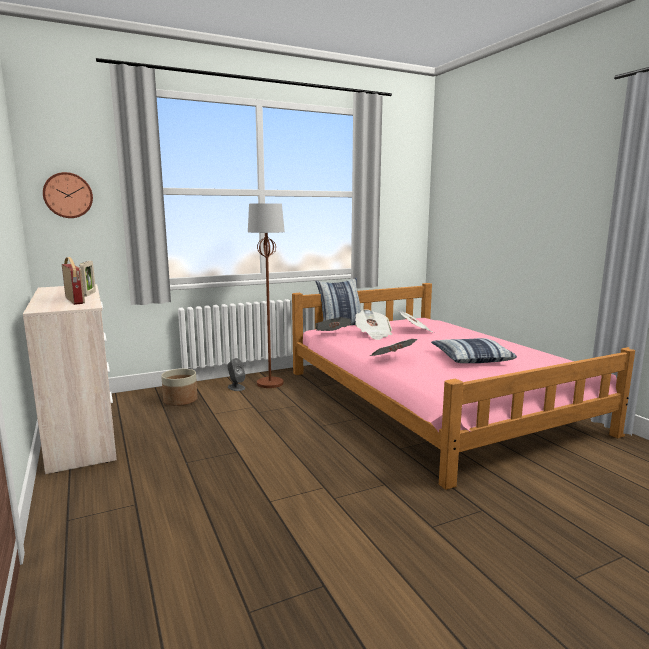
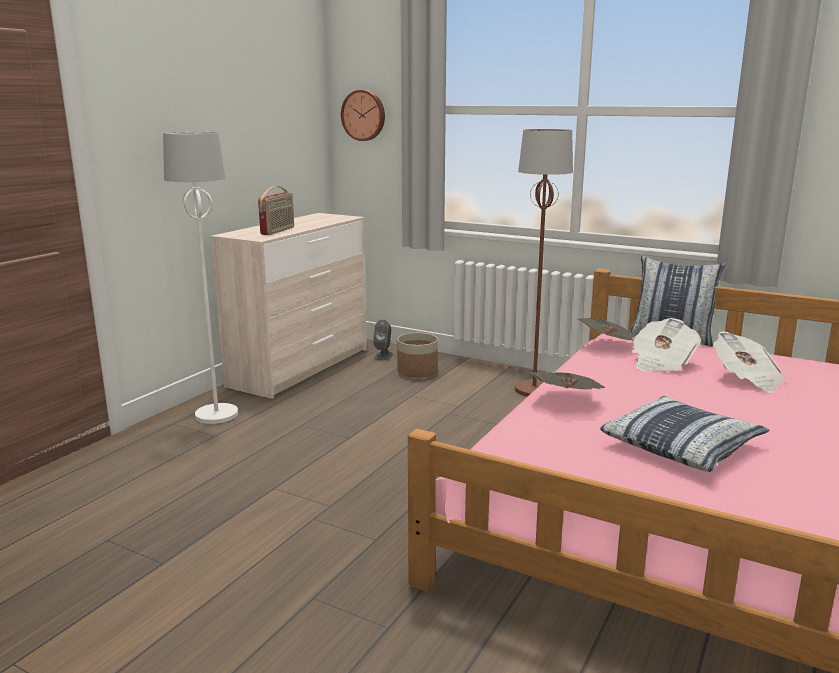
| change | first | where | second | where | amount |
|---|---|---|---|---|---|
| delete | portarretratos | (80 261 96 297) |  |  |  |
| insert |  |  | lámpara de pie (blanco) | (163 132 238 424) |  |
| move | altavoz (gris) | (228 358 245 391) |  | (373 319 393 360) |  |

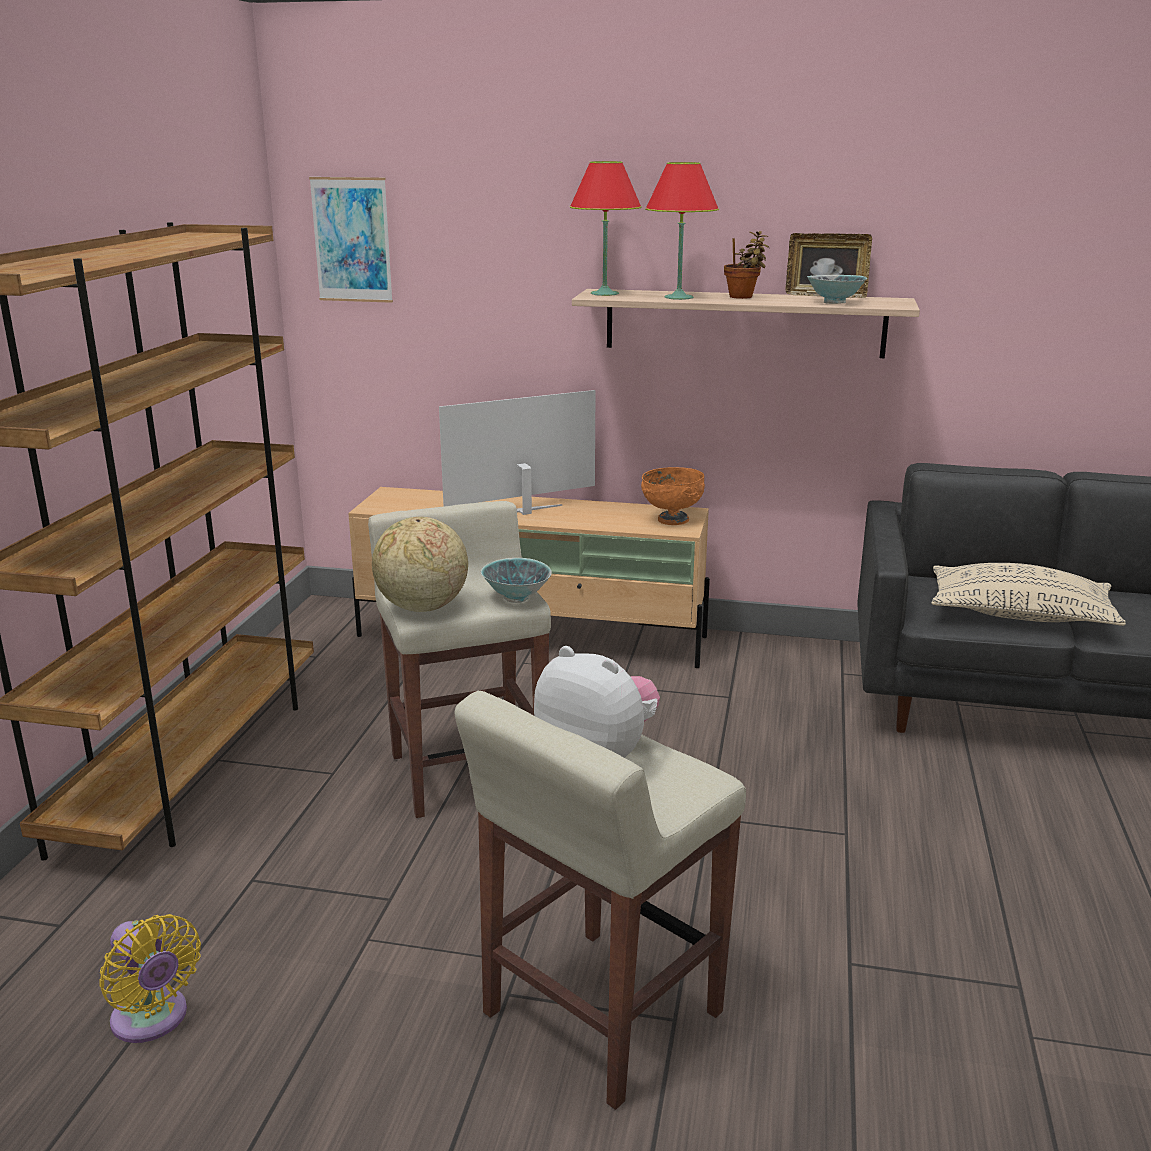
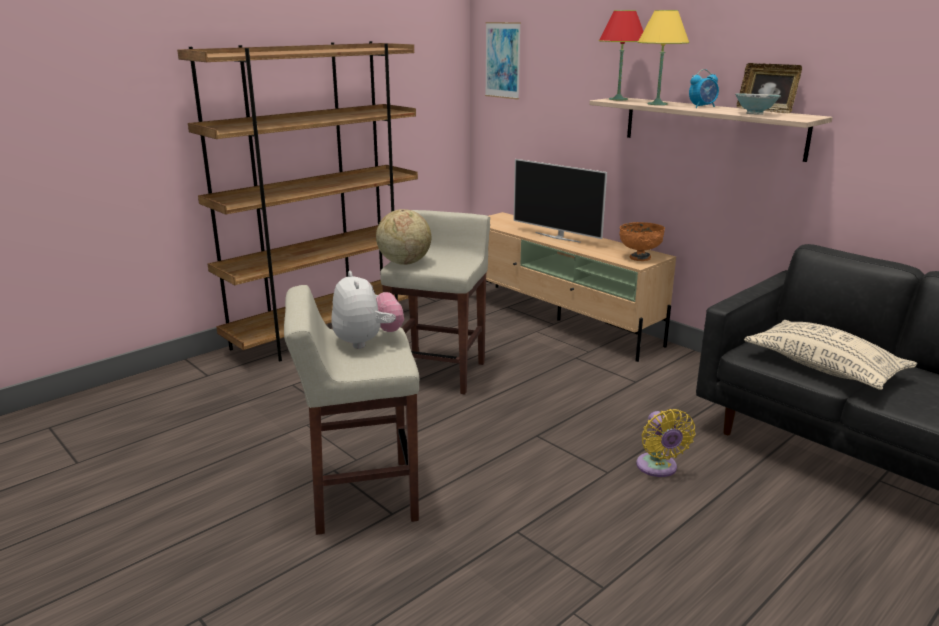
| change | first | where | second | where | amount |
|---|---|---|---|---|---|
| delete | cuenco | (481 558 552 603) |  |  |  |
| move | ventilador (amarillo) | (99 914 201 1043) |  | (636 409 696 477) |  |
| replace | planta en maceta | (724 231 770 299) | despertador | (689 69 719 108) |  |
| recolor | lámpara de mesa (rojo) | (645 162 719 300) | lámpara de mesa (amarillo) | (638 10 690 105) |  |
| rotate | televisor | (439 390 596 515) |  | (514 159 607 243) | 150 degrees counterclockwise |

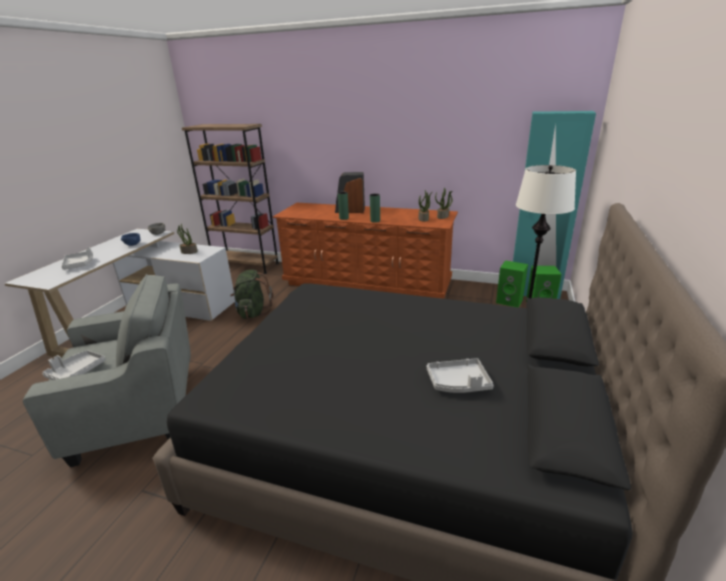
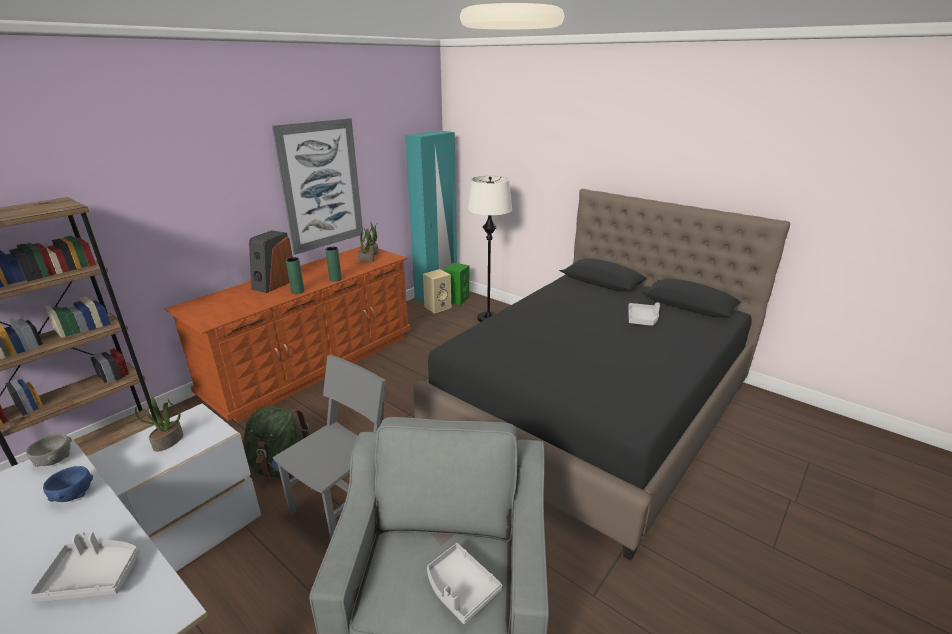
| change | first | where | second | where | amount |
|---|---|---|---|---|---|
| insert |  |  | cuadro | (272 118 363 255) |  |
| insert |  |  | silla (gris) | (273 354 386 540) |  |
| recolor | altavoz (verde) | (496 260 528 307) | altavoz (beis) | (423 269 451 313) |  |

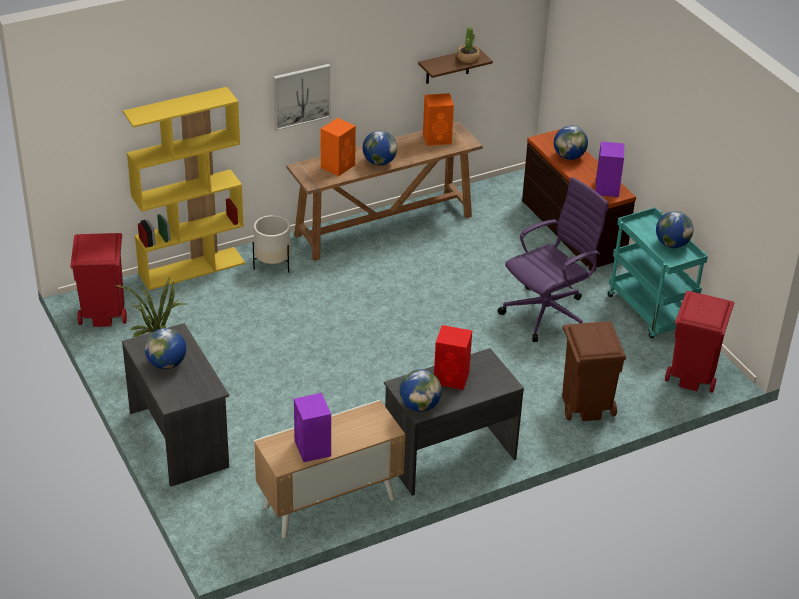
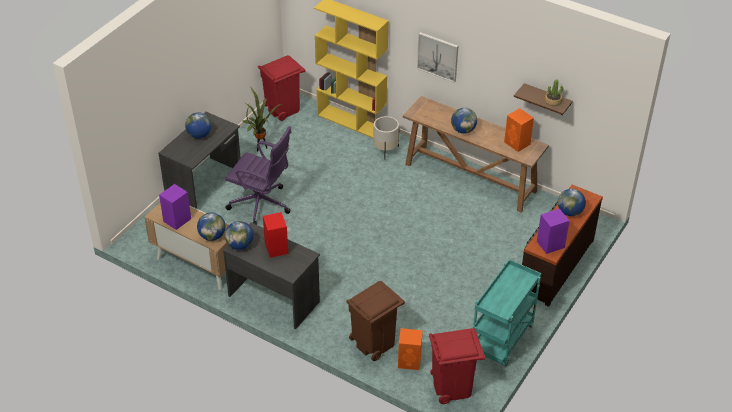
| change | first | where | second | where | amount |
|---|---|---|---|---|---|
| move | altavoz (naranja) | (321 118 356 176) |  | (398 328 423 370) |  |
| move | silla de oficina (morado) | (498 177 608 342) |  | (225 126 291 225) |  |
| move | globo terráqueo | (656 211 693 248) |  | (197 212 226 241) |  |

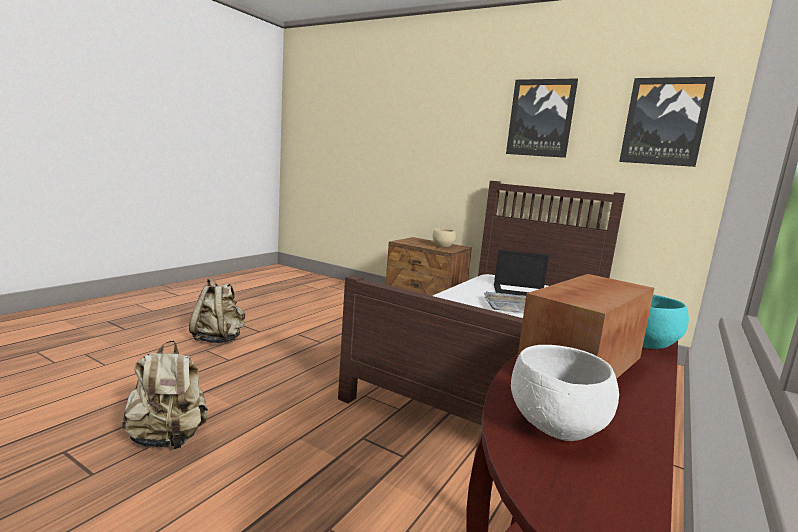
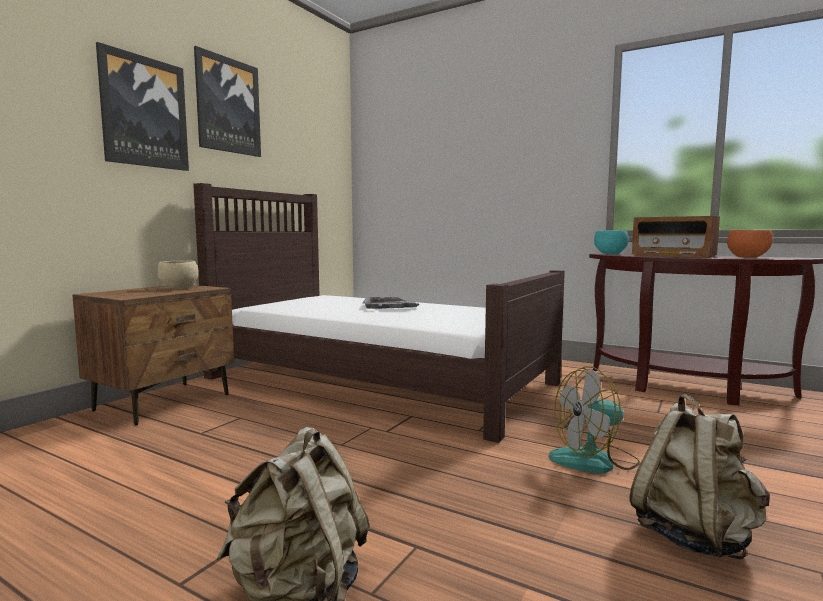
| change | first | where | second | where | amount |
|---|---|---|---|---|---|
| delete | portátil | (494 250 549 296) |  |  |  |
| insert |  |  | ventilador | (549 366 640 474) |  |
| move | cuadro | (619 77 715 167) |  | (96 42 189 171) |  |
| recolor | cuenco (blanco) | (511 345 619 441) | cuenco (naranja) | (727 230 773 258) |  |

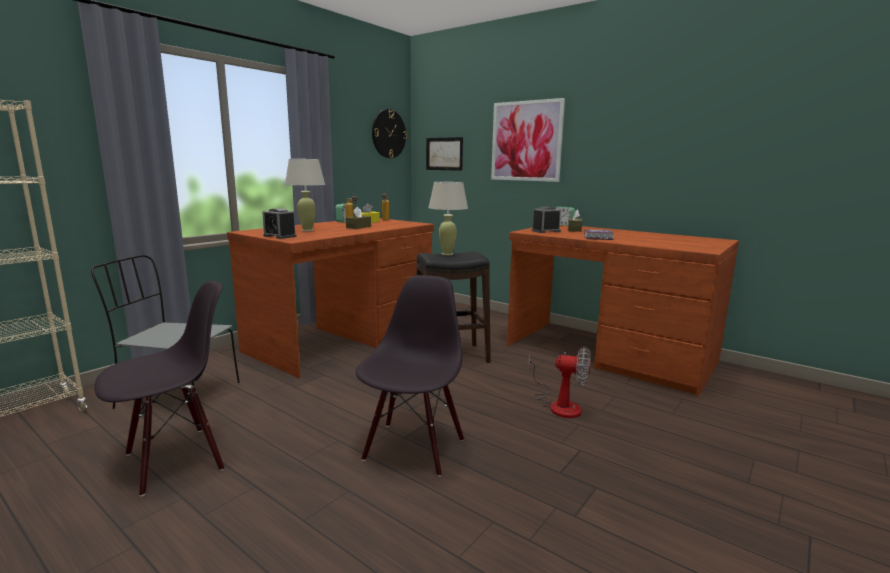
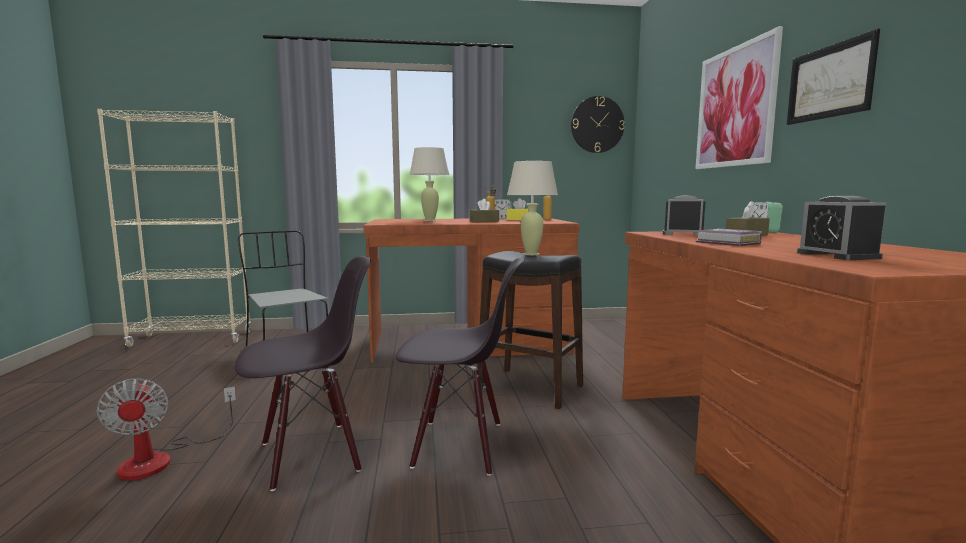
| change | first | where | second | where | amount |
|---|---|---|---|---|---|
| move | silla (negro) | (94 280 225 497) |  | (395 258 525 476) |  |
| move | despertador | (262 208 297 239) |  | (797 196 886 260) |  |
| move | cuadro | (426 137 463 171) |  | (787 29 880 125) |  |
| move | ventilador | (528 346 591 418) |  | (96 378 236 480) |  |

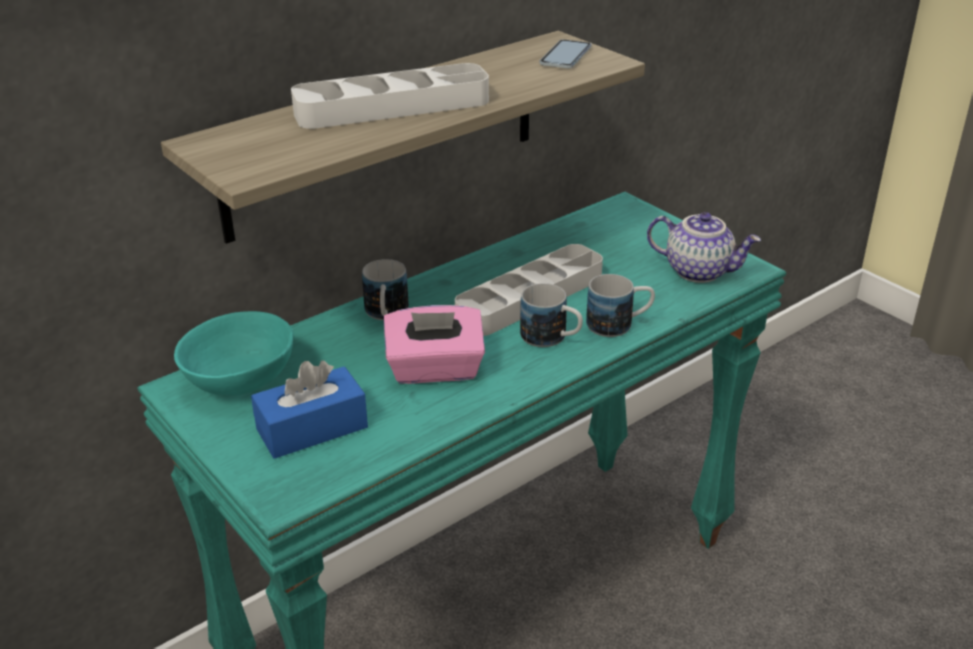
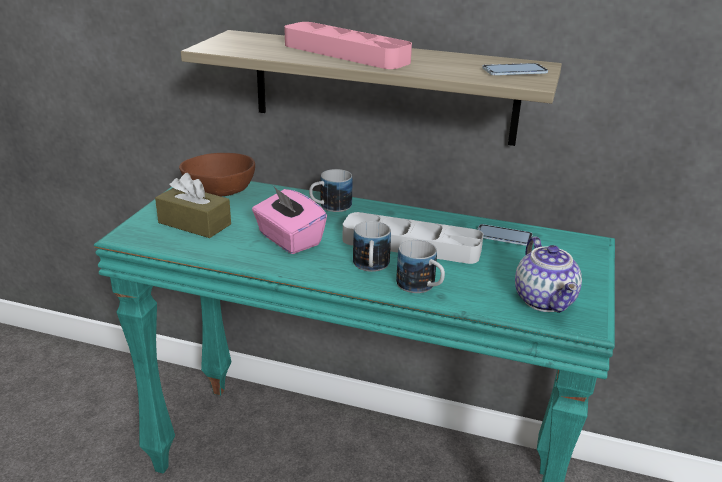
| change | first | where | second | where | amount |
|---|---|---|---|---|---|
| insert |  |  | móvil | (477 224 533 246) |  |
| recolor | cuenco (turquesa) | (174 311 294 396) | cuenco (marrón) | (179 153 255 197) |  |
| recolor | caja de pañuelos (azul) | (251 360 368 459) | caja de pañuelos (marrón) | (155 173 231 238) |  |
| recolor | bandeja (blanco) | (291 63 489 129) | bandeja (rosa) | (284 22 412 69) |  |

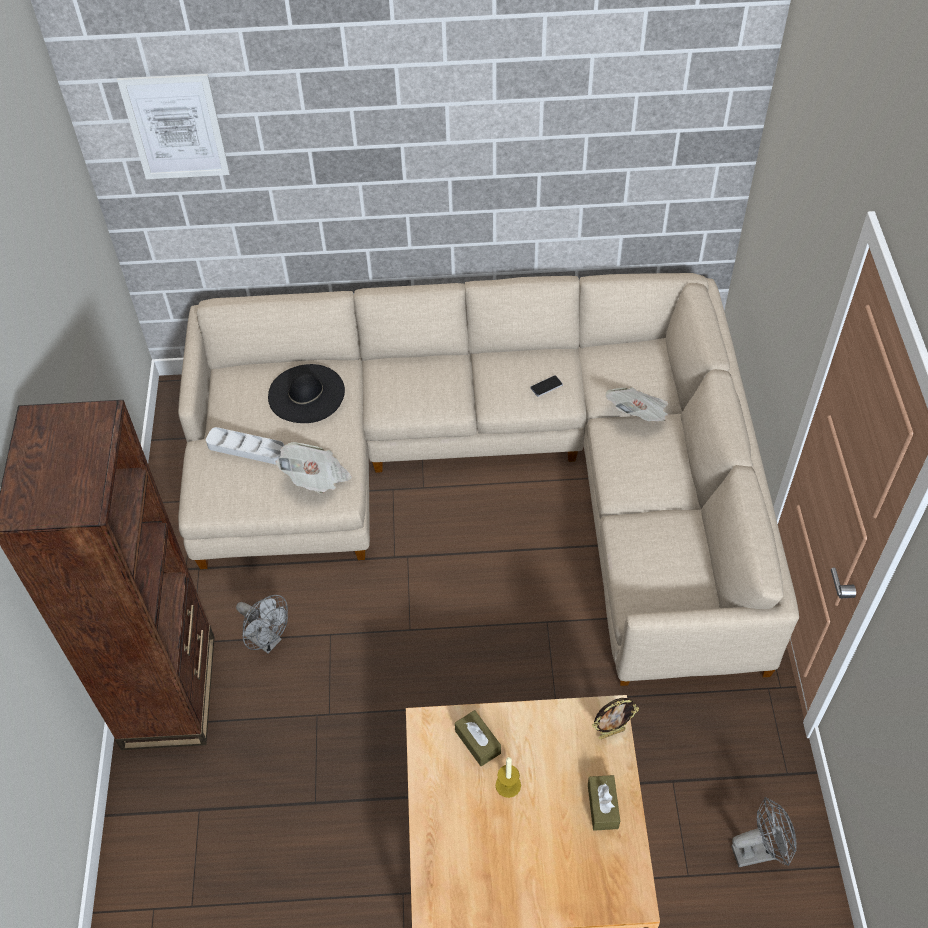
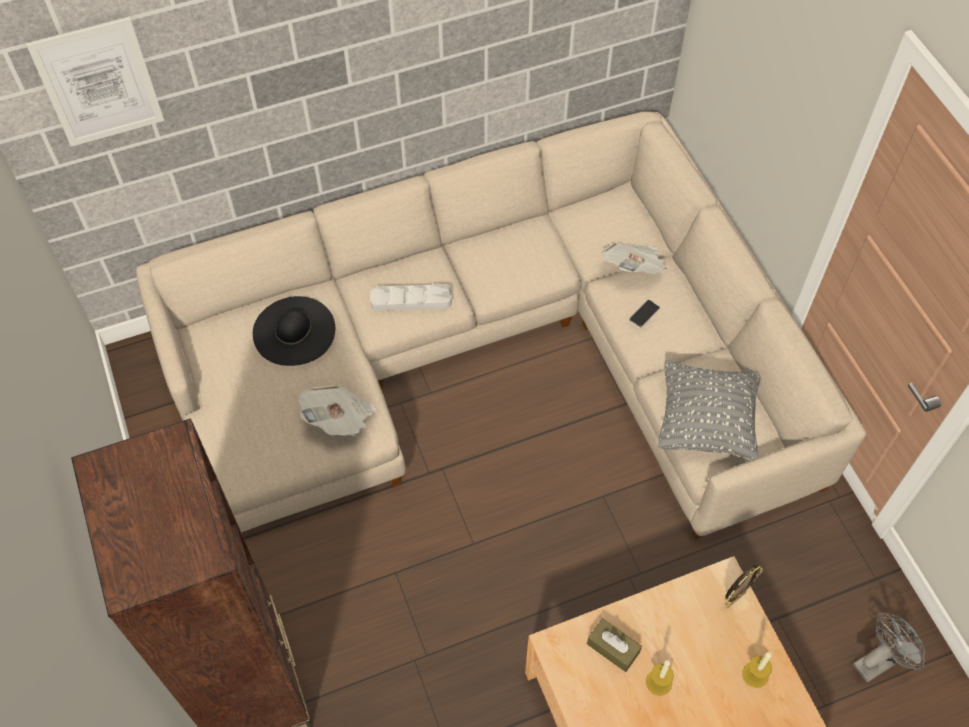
| change | first | where | second | where | amount |
|---|---|---|---|---|---|
| delete | ventilador (gris) | (236 595 288 653) |  |  |  |
| insert |  |  | cojín (gris) | (658 361 761 460) |  |
| move | bandeja (gris) | (206 427 284 464) |  | (370 284 452 311) |  |
| move | móvil | (530 375 563 397) |  | (629 300 660 328) |  |
| replace | caja de pañuelos (marrón) | (588 775 620 831) | vela | (742 652 772 688) |  |

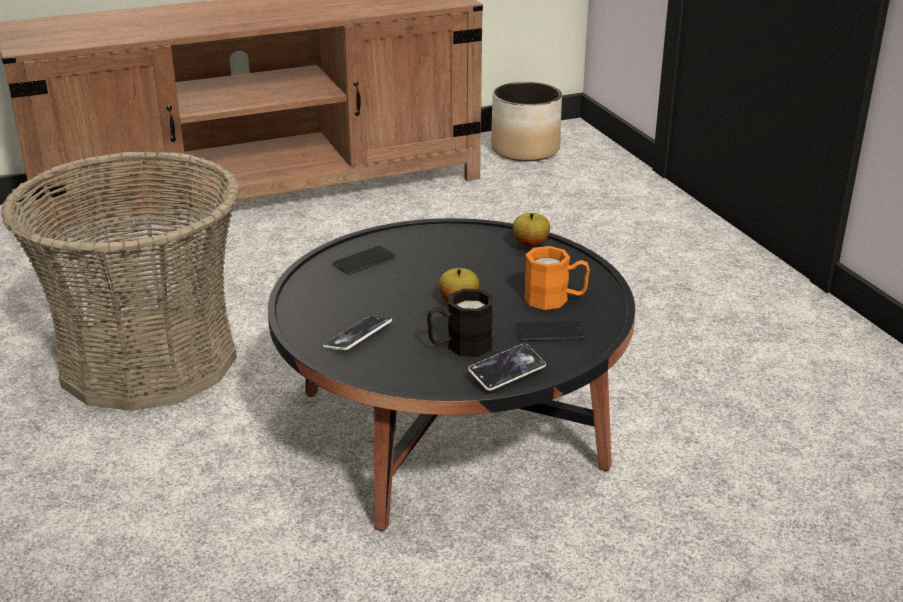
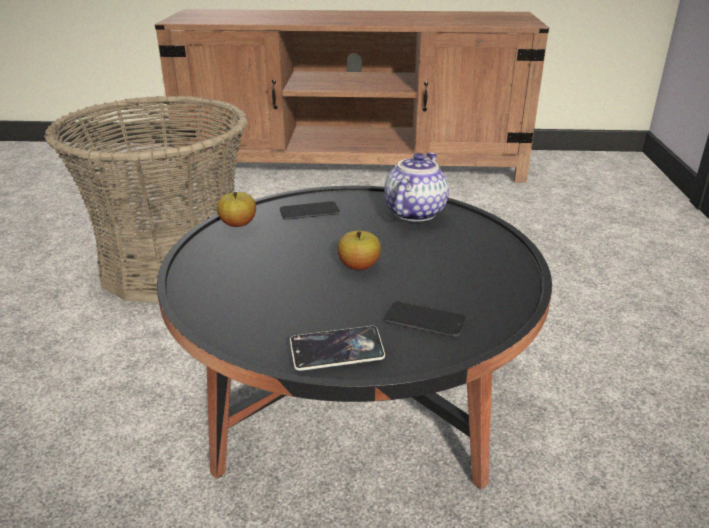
| change | first | where | second | where | amount |
|---|---|---|---|---|---|
| delete | móvil | (323 316 392 350) |  |  |  |
| delete | taza grande (negro) | (427 288 493 357) |  |  |  |
| delete | maceta | (491 82 562 161) |  |  |  |
| delete | taza grande (naranja) | (524 246 590 310) |  |  |  |
| insert |  |  | tetera | (384 152 449 222) |  |
| move | manzana | (513 213 550 247) |  | (217 192 256 227) |  |

